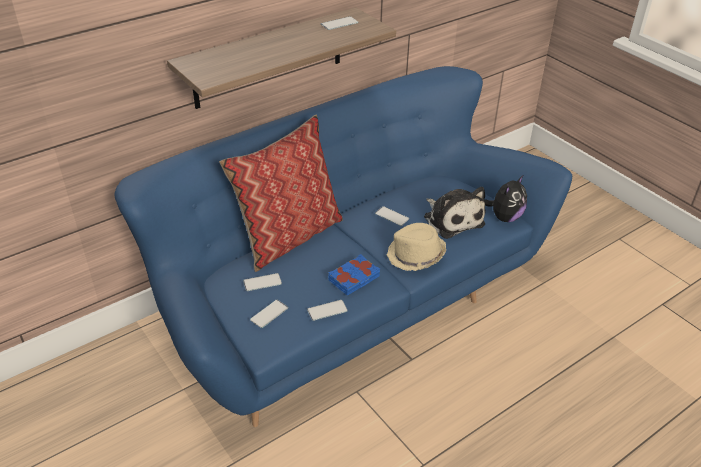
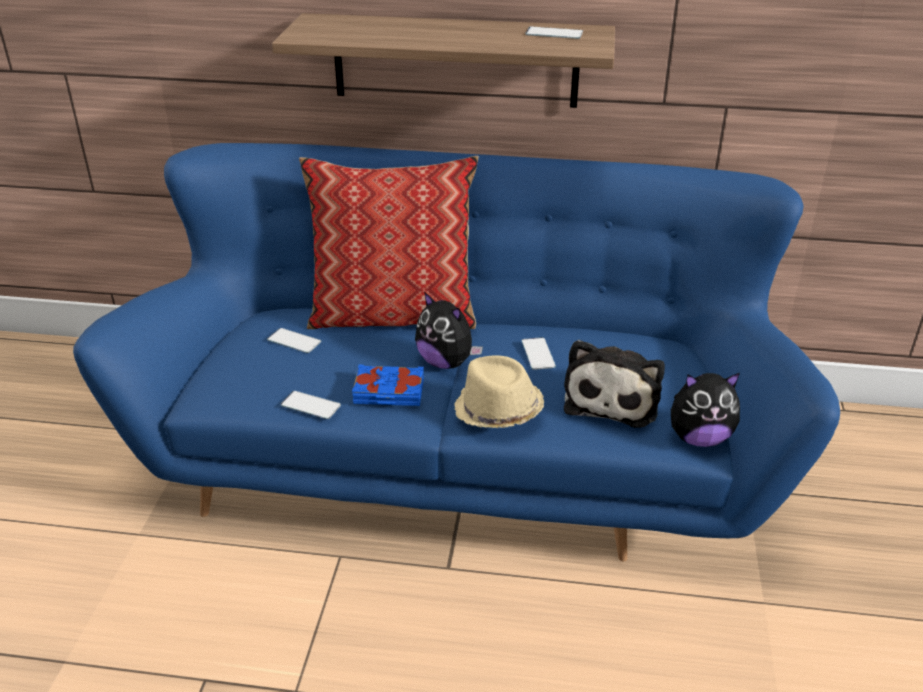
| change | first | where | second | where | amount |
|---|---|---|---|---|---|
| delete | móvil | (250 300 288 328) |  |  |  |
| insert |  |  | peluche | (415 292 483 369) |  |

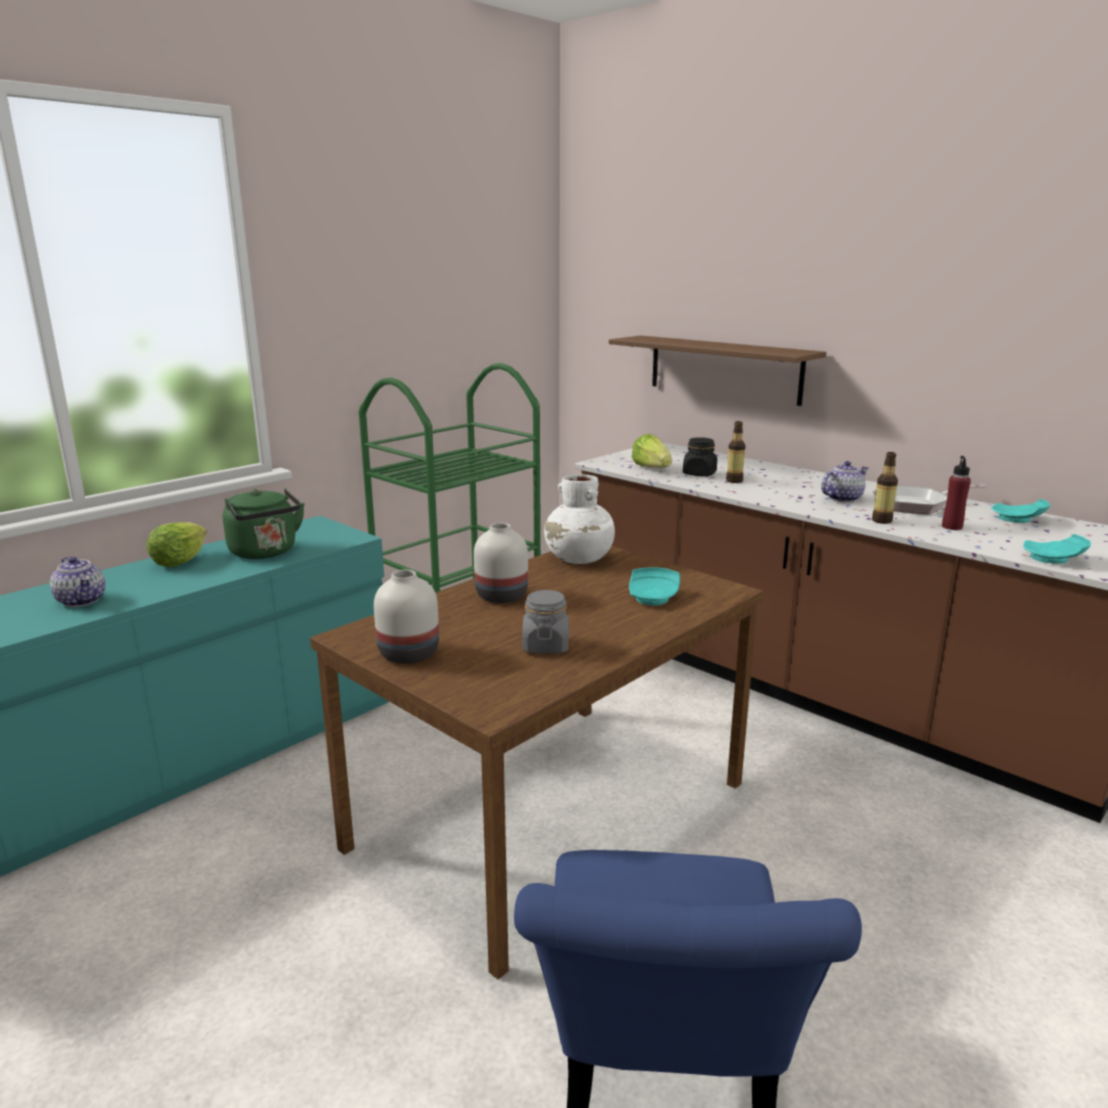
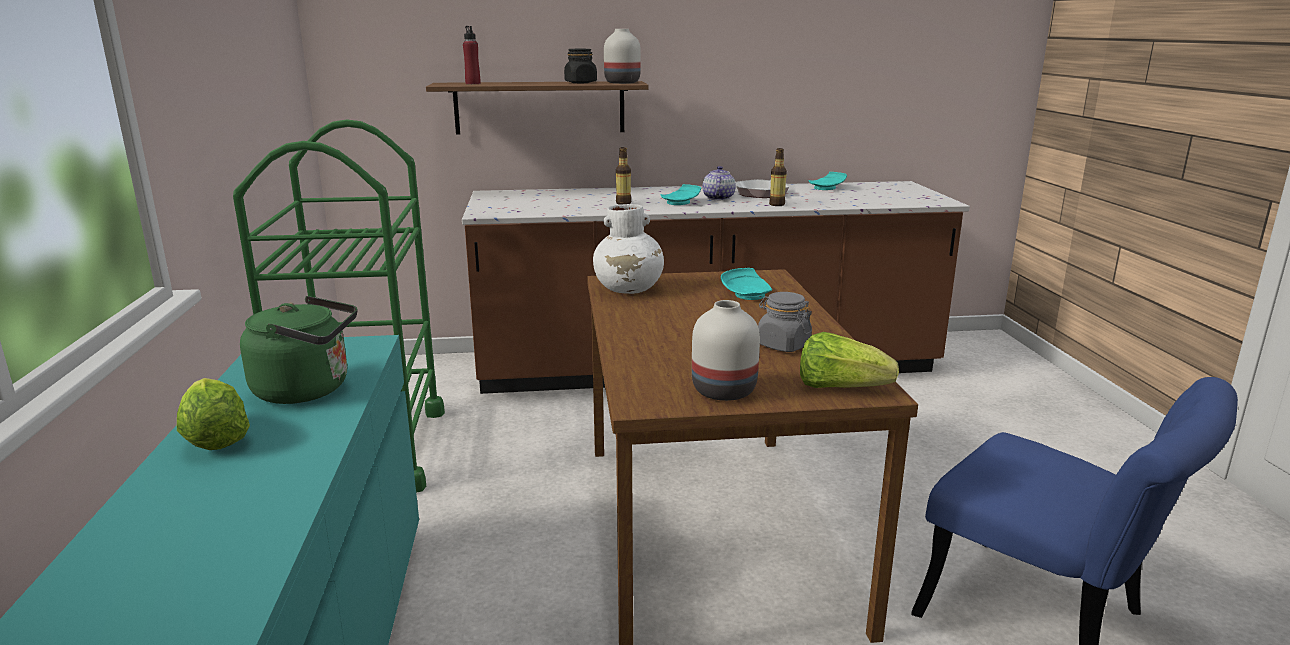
| change | first | where | second | where | amount |
|---|---|---|---|---|---|
| delete | tetera | (50 557 105 607) |  |  |  |
| move | florero (blanco) | (474 523 528 603) |  | (604 29 641 84) |  |
| move | lechuga | (632 434 672 468) |  | (800 332 899 388) |  |
| move | tarro (negro) | (683 437 717 476) |  | (564 49 597 83) |  |
| move | botella (rojo) | (942 456 971 530) |  | (463 26 480 84) |  |
| move | plato (turquesa) | (1023 534 1091 564) |  | (661 184 701 205) |  |

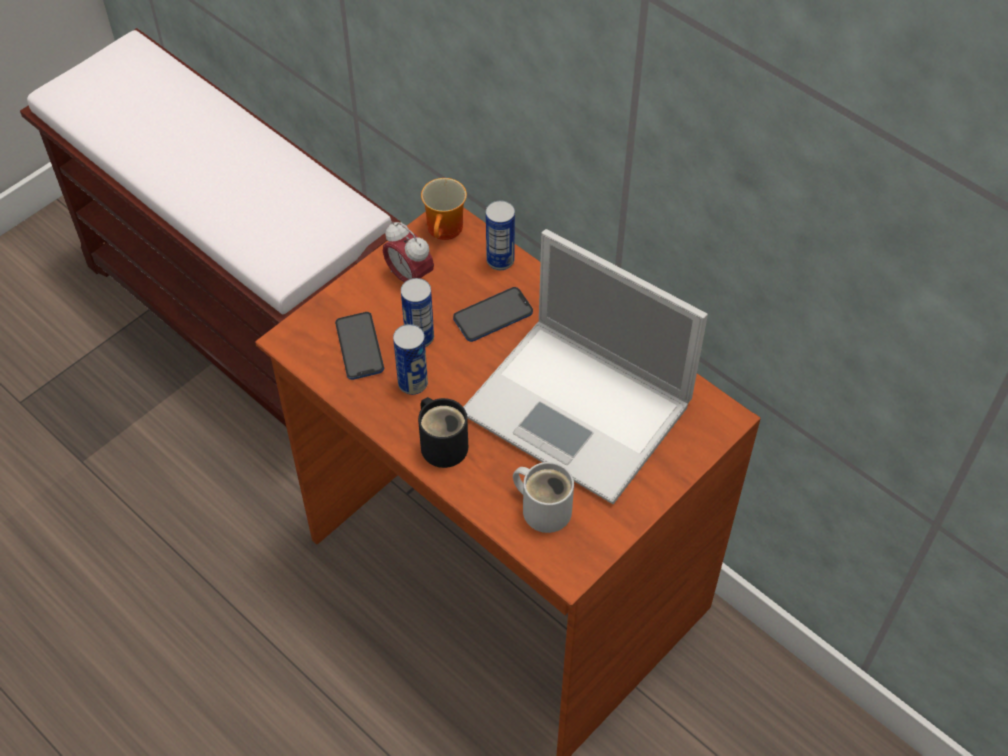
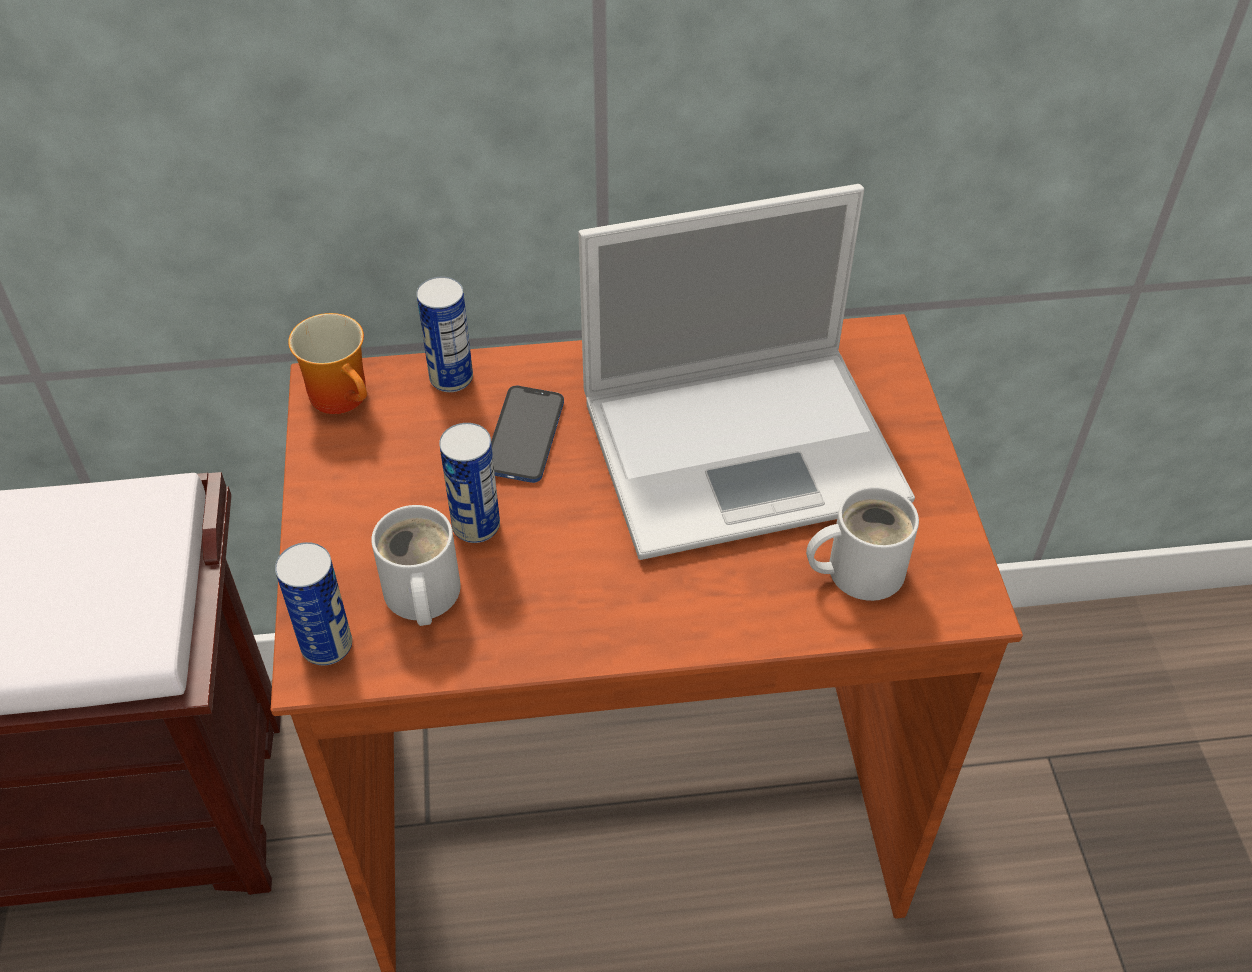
| change | first | where | second | where | amount |
|---|---|---|---|---|---|
| delete | despertador | (383 222 434 282) |  |  |  |
| delete | taza grande (negro) | (418 397 468 468) |  |  |  |
| move | lata | (393 324 428 395) |  | (275 542 352 665) |  |
| replace | móvil | (335 312 384 380) | taza grande (blanco) | (371 505 461 626) |  |

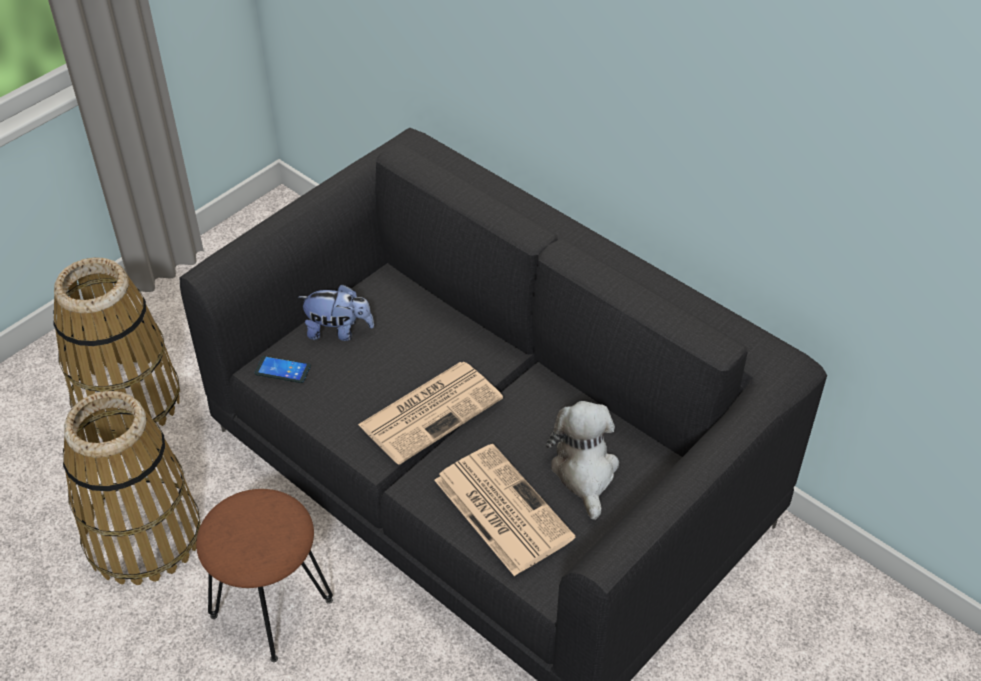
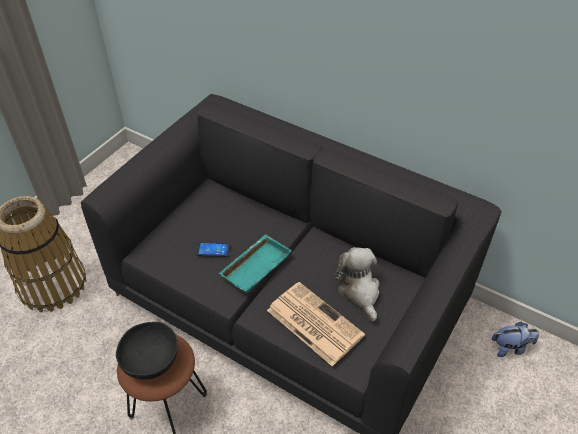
| change | first | where | second | where | amount |
|---|---|---|---|---|---|
| delete | cesta | (63 391 201 585) |  |  |  |
| insert |  |  | cuenco (negro) | (116 322 178 380) |  |
| move | móvil | (255 356 311 383) |  | (196 243 231 257) |  |
| move | peluche | (299 284 374 341) |  | (492 322 539 357) |  |
| replace | periódico | (358 362 503 465) | bandeja (turquesa) | (219 234 292 294) |  |

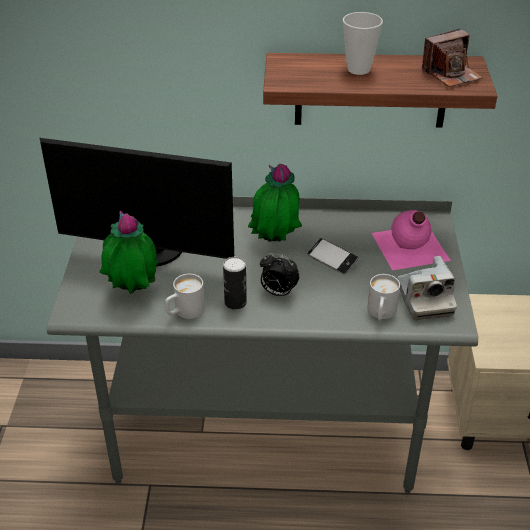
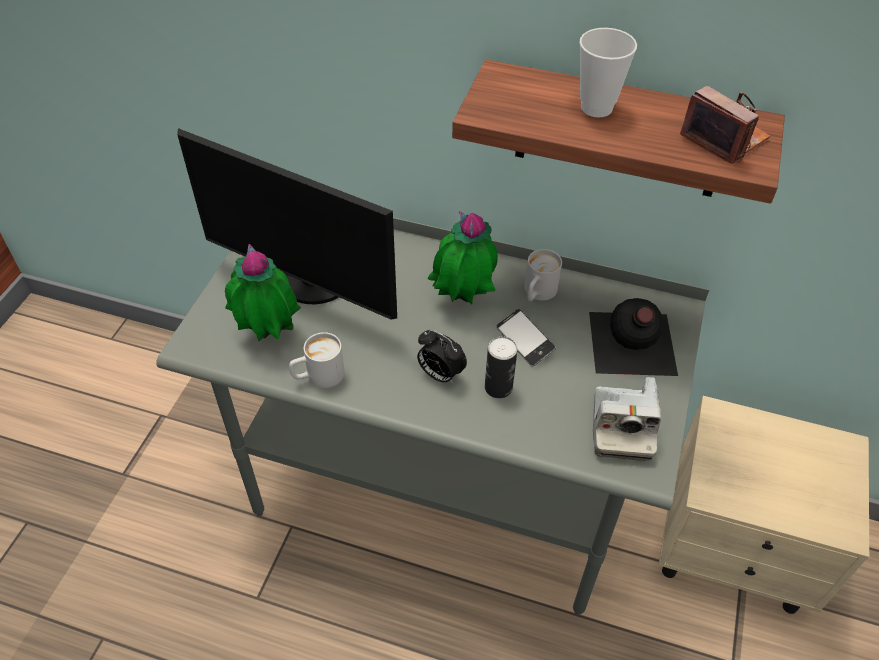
| change | first | where | second | where | amount |
|---|---|---|---|---|---|
| move | lata | (223 257 247 310) |  | (485 336 518 398) |  |
| move | taza grande (blanco) | (367 274 400 320) |  | (525 249 562 301) |  |
| recolor | botella (rosa) | (372 210 451 270) | botella (negro) | (589 298 678 376) |  |
| rotate | cámara | (422 29 483 87) |  | (680 86 770 164) | 120 degrees counterclockwise |

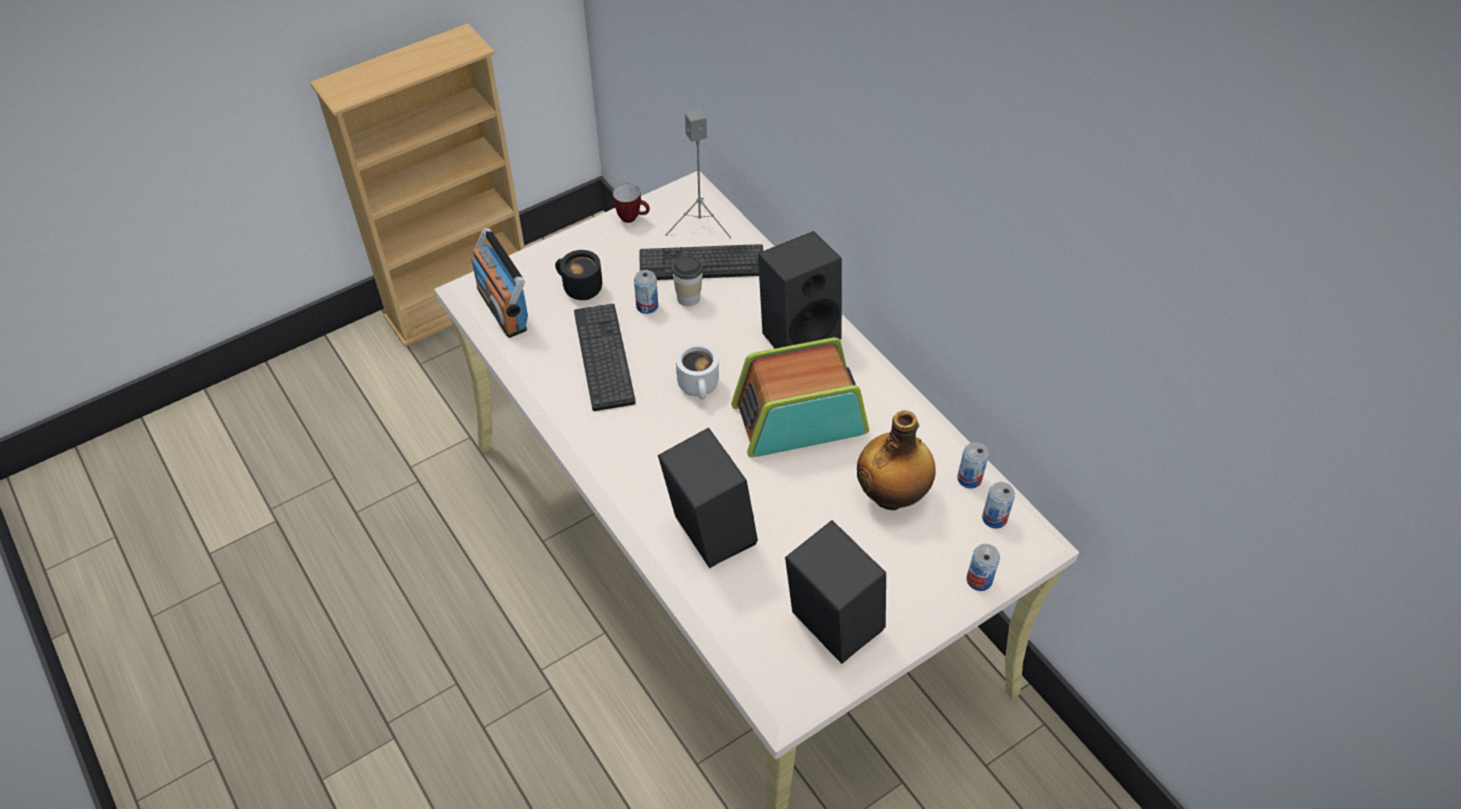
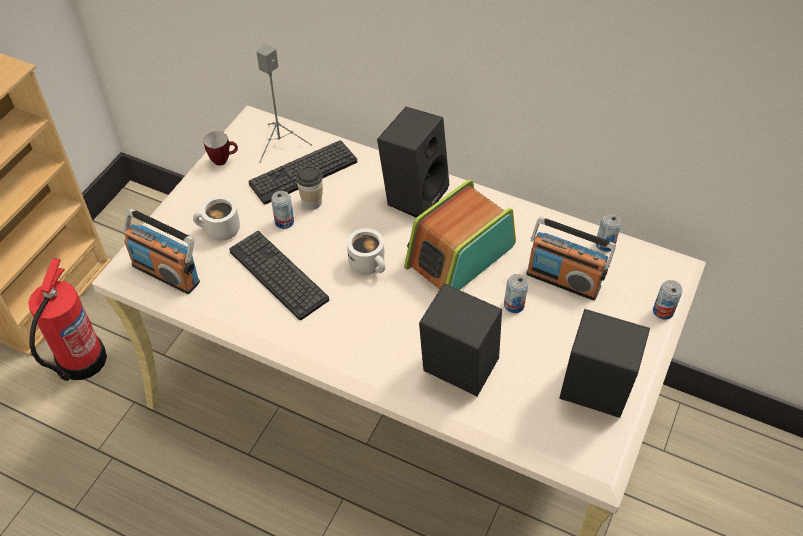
| change | first | where | second | where | amount |
|---|---|---|---|---|---|
| insert |  |  | extintor | (28 258 107 381) |  |
| move | lata | (982 482 1015 529) |  | (504 274 528 313) |  |
| replace | botella | (857 410 936 510) | radio | (526 217 616 300) |  |
| recolor | taza grande (negro) | (555 250 602 300) | taza grande (blanco) | (193 196 240 241) |  |

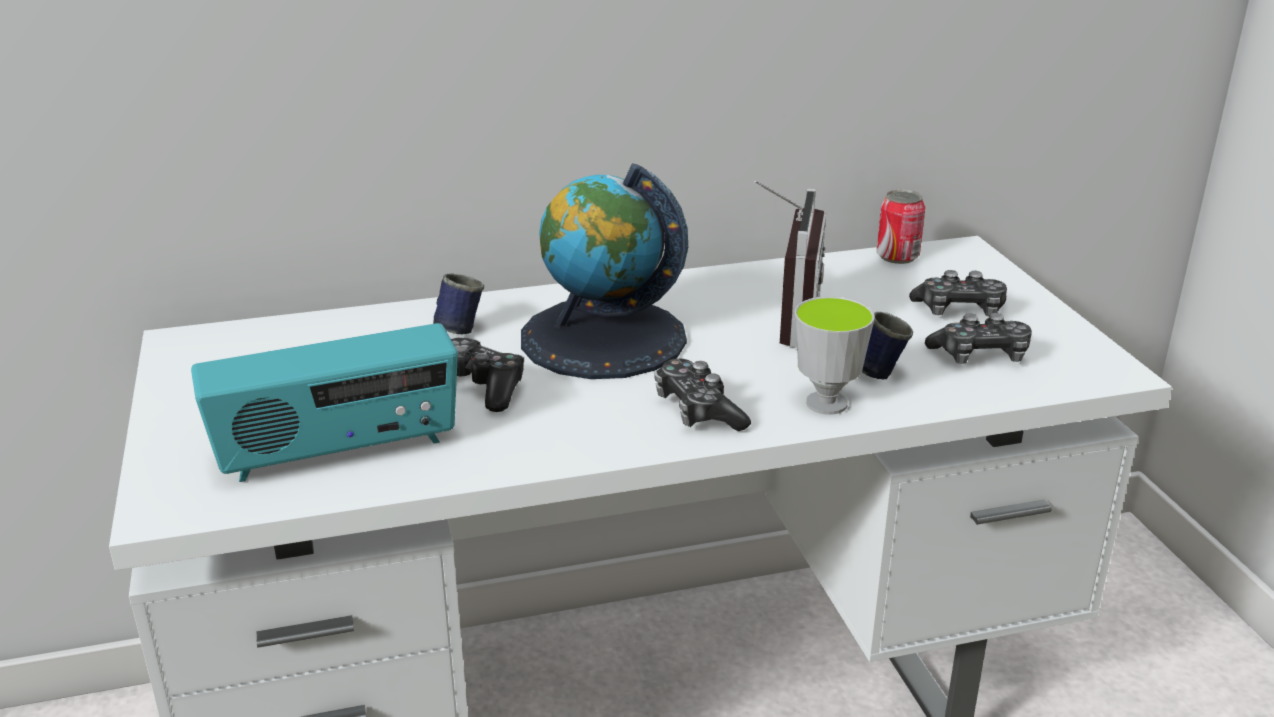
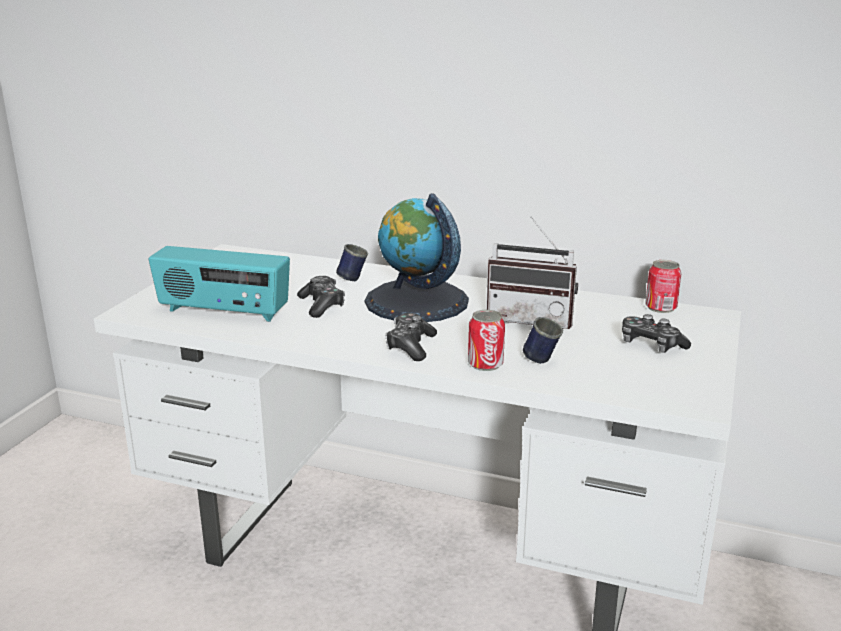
| change | first | where | second | where | amount |
|---|---|---|---|---|---|
| delete | mando de consola | (925 313 1032 364) |  |  |  |
| replace | taza | (795 296 874 415) | lata | (468 310 505 371) |  |
| rotate | radio | (754 180 826 348) |  | (487 216 578 329) | 60 degrees clockwise |

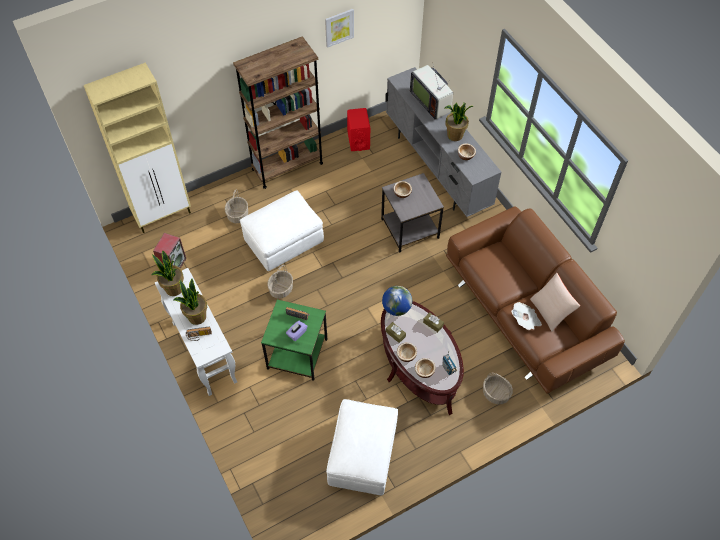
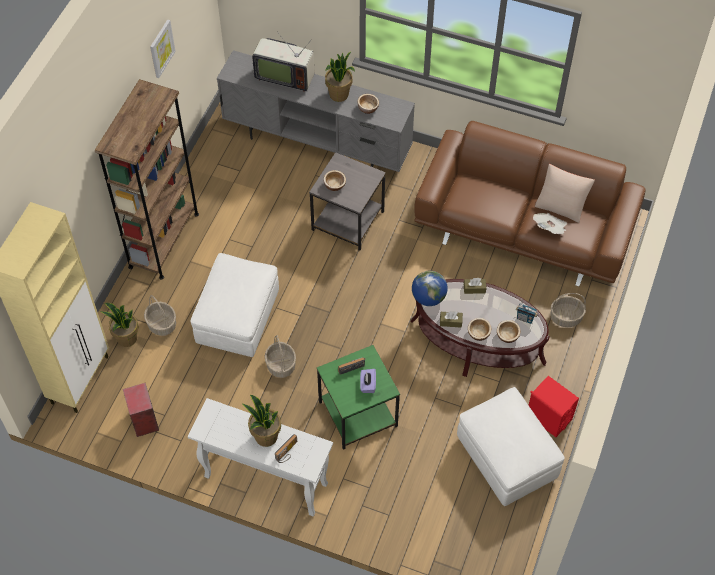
| change | first | where | second | where | amount |
|---|---|---|---|---|---|
| move | planta en maceta | (152 251 184 296) |  | (100 303 138 347) |  |
| move | altavoz (rojo) | (347 108 370 151) |  | (529 376 579 437) |  |

